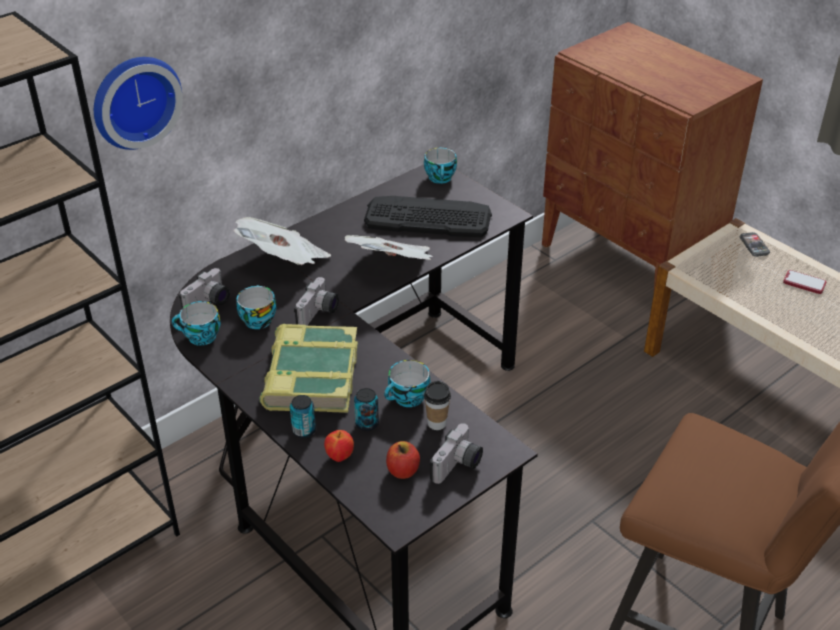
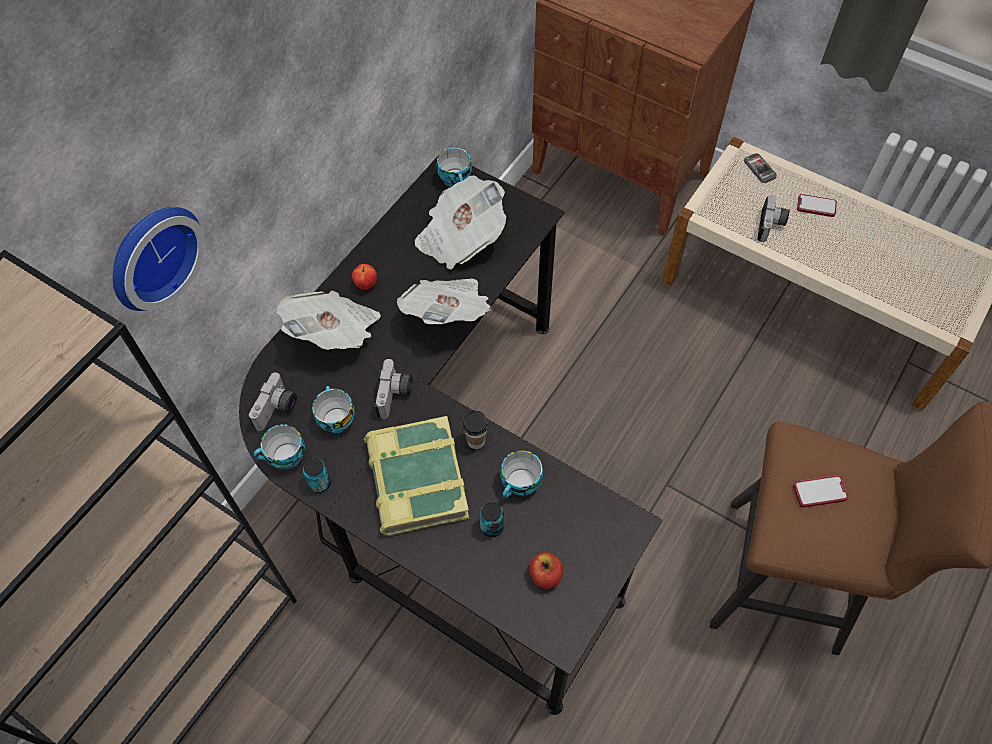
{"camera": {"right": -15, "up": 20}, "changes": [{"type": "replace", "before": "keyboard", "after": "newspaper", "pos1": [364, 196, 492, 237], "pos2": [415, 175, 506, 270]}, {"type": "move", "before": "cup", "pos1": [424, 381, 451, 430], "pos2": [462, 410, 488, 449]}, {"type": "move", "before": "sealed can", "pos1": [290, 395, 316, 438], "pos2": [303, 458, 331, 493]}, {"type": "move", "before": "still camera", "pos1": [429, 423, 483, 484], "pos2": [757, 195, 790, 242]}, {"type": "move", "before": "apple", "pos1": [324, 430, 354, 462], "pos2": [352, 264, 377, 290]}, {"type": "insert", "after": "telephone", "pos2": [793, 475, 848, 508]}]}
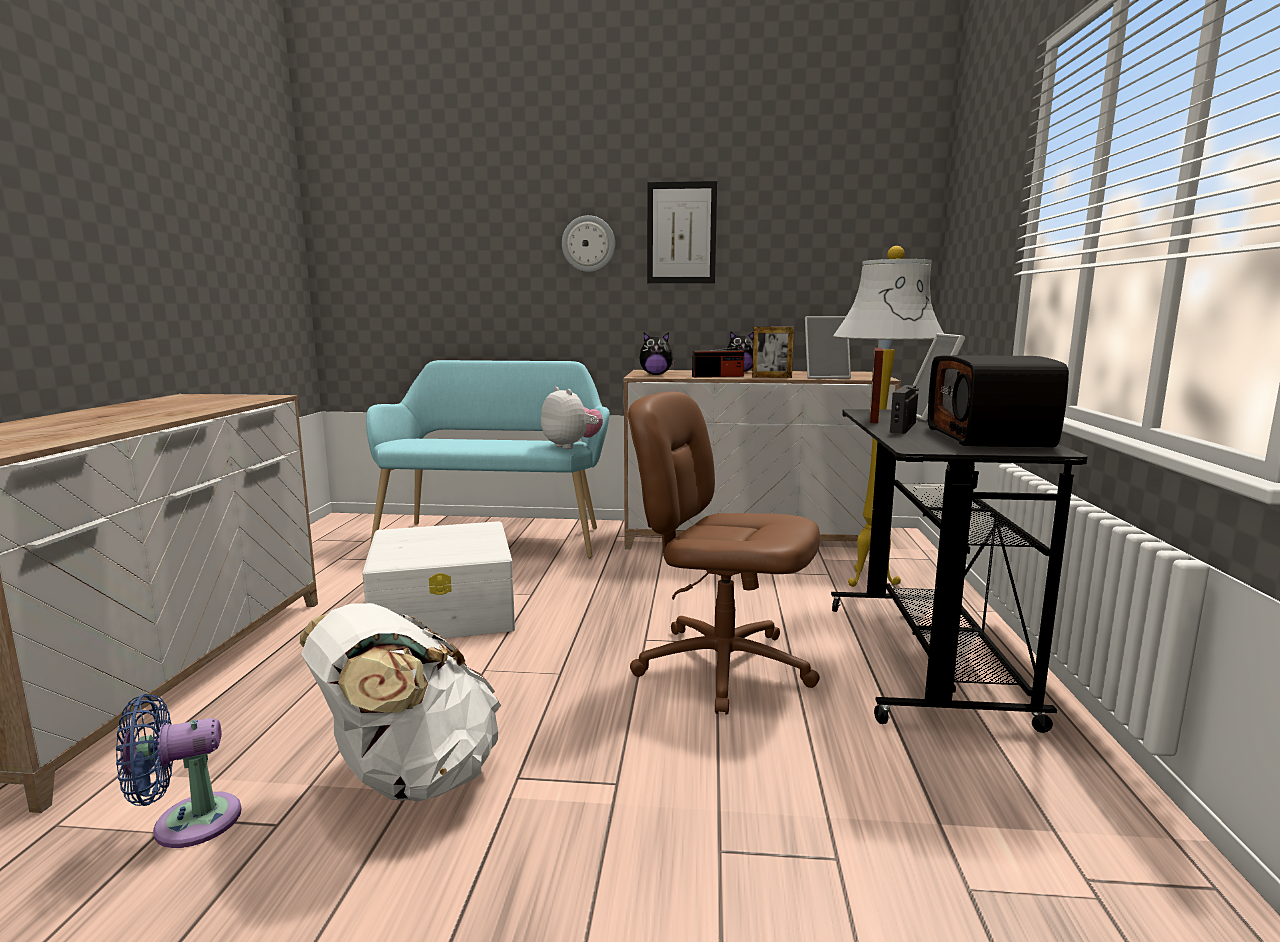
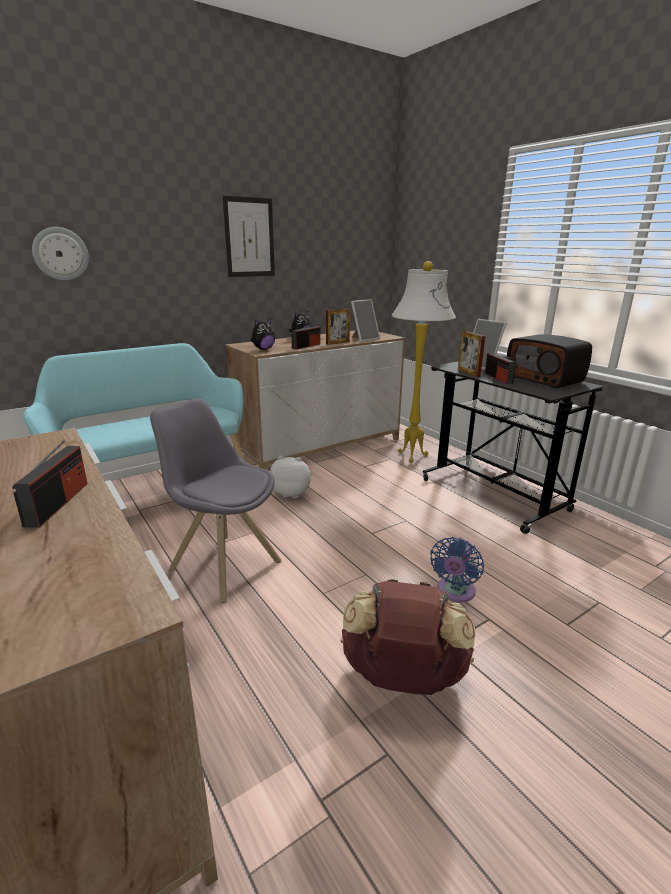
{"camera": {"right": -40, "up": 10}, "changes": [{"type": "move", "before": "wall clock", "pos1": [562, 215, 615, 272], "pos2": [32, 227, 89, 280]}, {"type": "move", "before": "plush toy", "pos1": [541, 387, 603, 449], "pos2": [270, 455, 312, 499]}, {"type": "delete", "before": "brownish desk chair", "pos1": [628, 391, 820, 714]}, {"type": "replace", "before": "white-coloured storage box", "after": "grey chair", "pos1": [362, 521, 515, 639], "pos2": [150, 398, 281, 603]}, {"type": "recolor", "before": "white-coloured backpack", "after": "brownish backpack", "pos1": [300, 603, 501, 802], "pos2": [341, 579, 476, 695]}, {"type": "move", "before": "blue fan", "pos1": [116, 694, 242, 848], "pos2": [430, 537, 484, 602]}, {"type": "insert", "after": "radio", "pos2": [13, 440, 87, 528]}]}
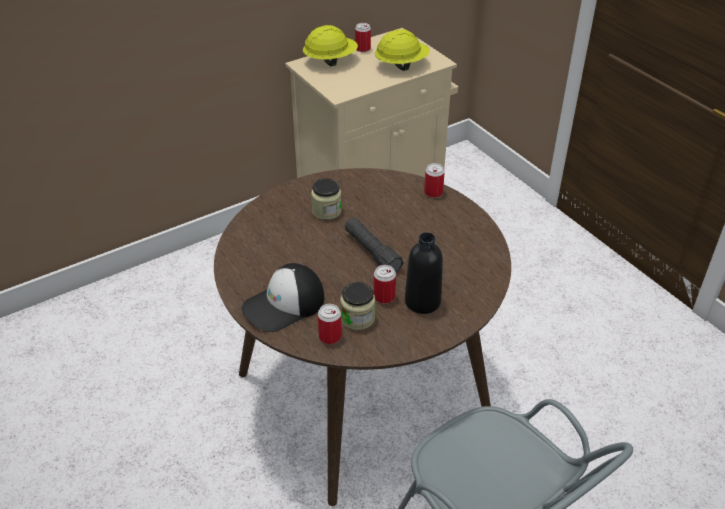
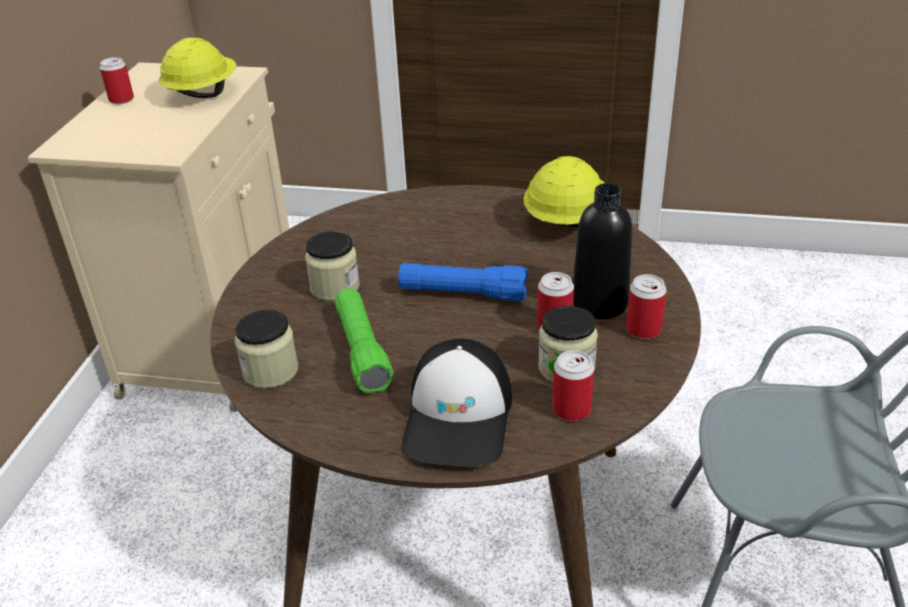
{"camera": {"right": -45, "up": -5}, "changes": [{"type": "move", "before": "yellow-coloured safety helmet", "pos1": [302, 25, 358, 66], "pos2": [523, 156, 605, 227]}, {"type": "move", "before": "sealed can", "pos1": [424, 163, 445, 198], "pos2": [626, 274, 667, 339]}, {"type": "recolor", "before": "blackish torch", "after": "blue torch", "pos1": [345, 218, 403, 273], "pos2": [398, 263, 528, 301]}, {"type": "insert", "after": "greenish torch", "pos2": [335, 289, 394, 393]}, {"type": "insert", "after": "storage jar", "pos2": [235, 309, 298, 389]}]}
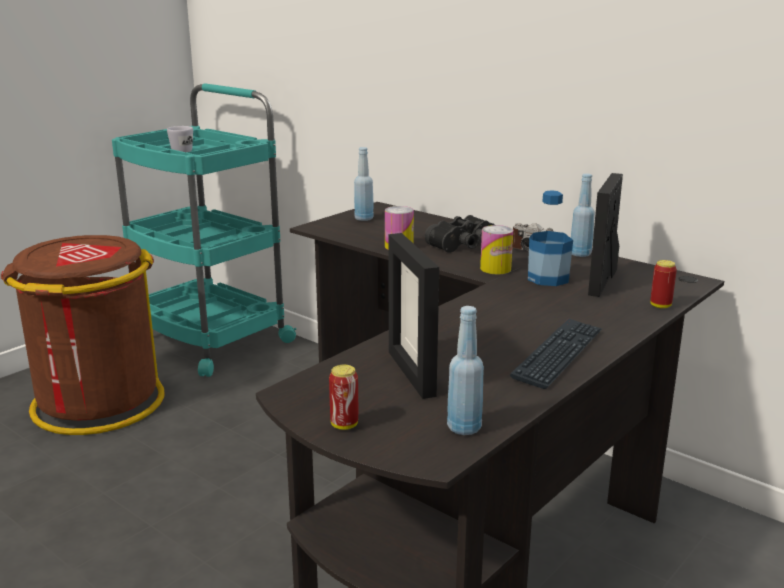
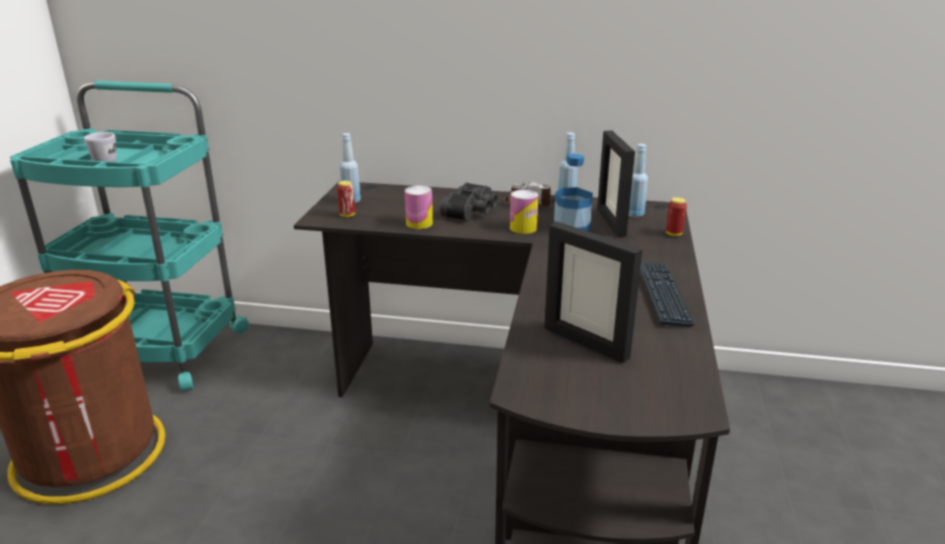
{"camera": {"right": -30, "up": 5}, "changes": [{"type": "move", "before": "blue drink bottle", "pos1": [447, 306, 484, 435], "pos2": [629, 144, 648, 218]}, {"type": "move", "before": "sealed can", "pos1": [329, 365, 358, 430], "pos2": [337, 180, 355, 217]}]}
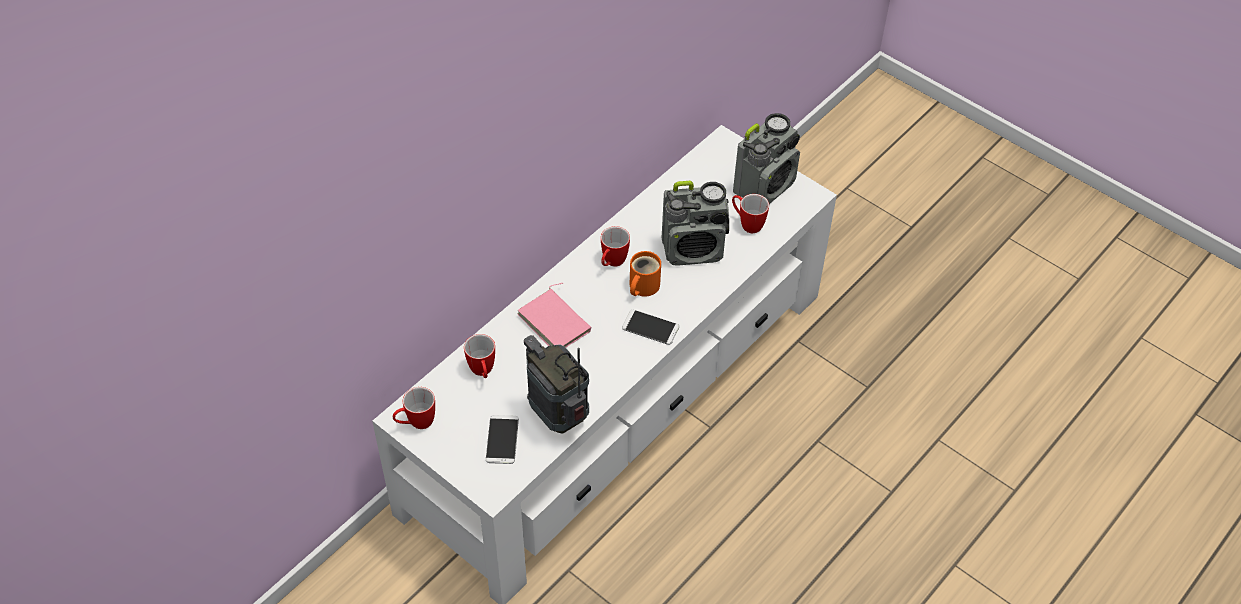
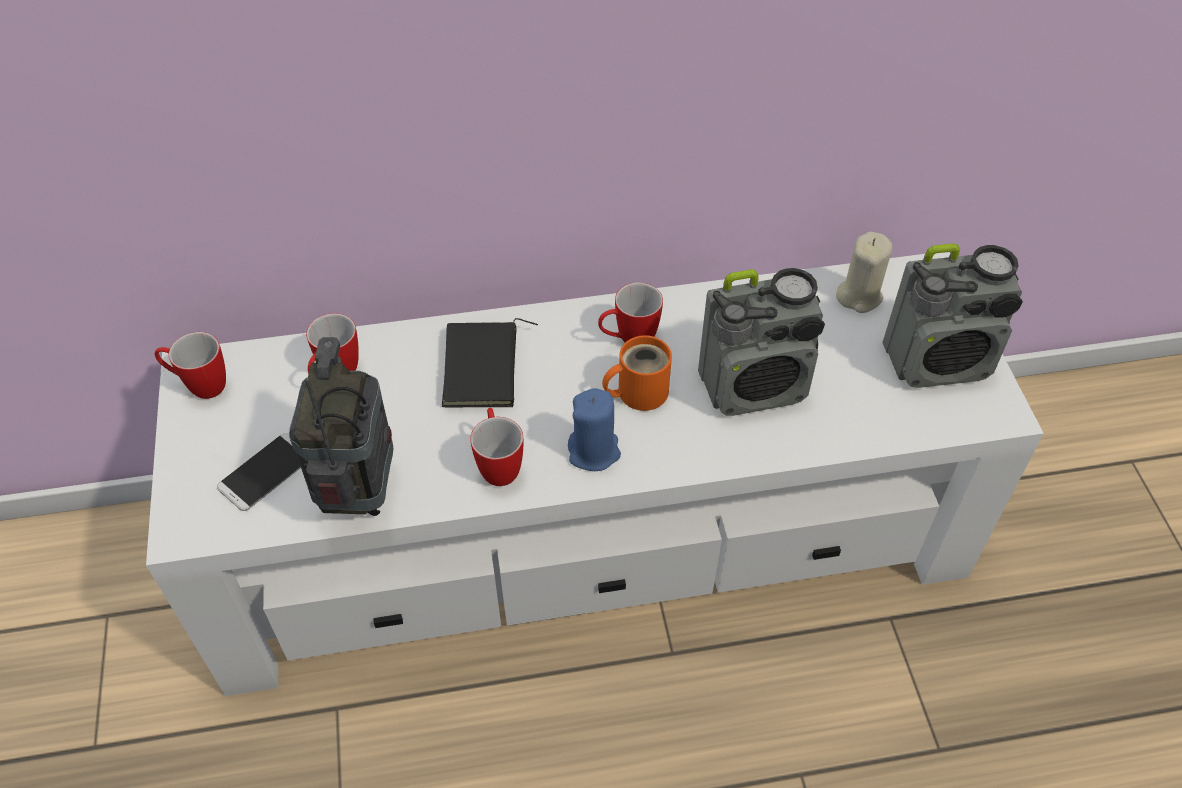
{"camera": {"right": 40, "up": 0}, "changes": [{"type": "rotate", "before": "radio", "pos1": [661, 181, 729, 266], "pos2": [698, 268, 825, 416], "turn": -45}, {"type": "move", "before": "mug", "pos1": [732, 194, 769, 233], "pos2": [470, 408, 524, 486]}, {"type": "recolor", "before": "pink-coloured book", "after": "blackish book", "pos1": [518, 283, 591, 348], "pos2": [442, 318, 538, 408]}, {"type": "replace", "before": "telephone", "after": "blue wax candle", "pos1": [622, 310, 679, 345], "pos2": [568, 388, 621, 471]}, {"type": "insert", "after": "sand-coloured wax candle", "pos2": [836, 231, 893, 313]}]}
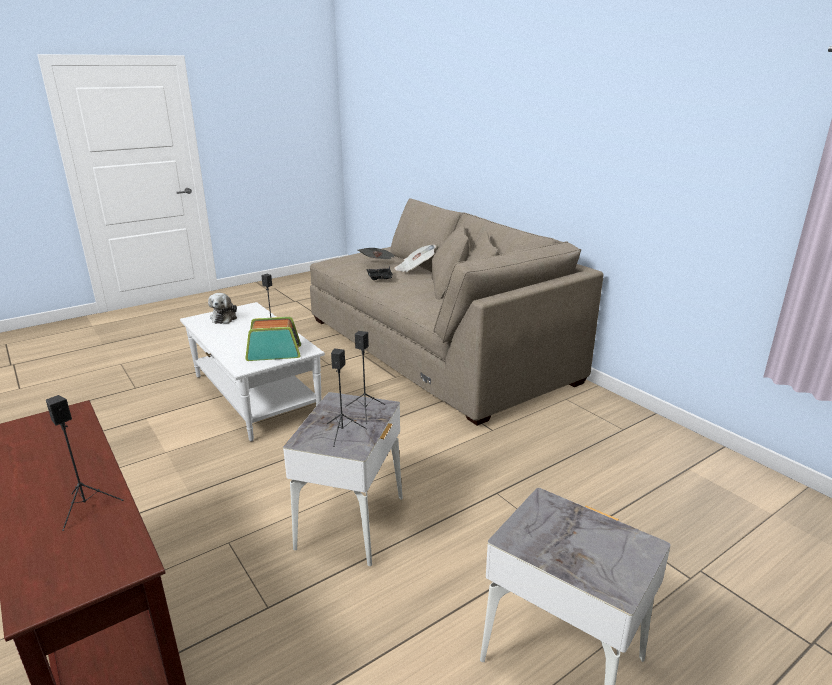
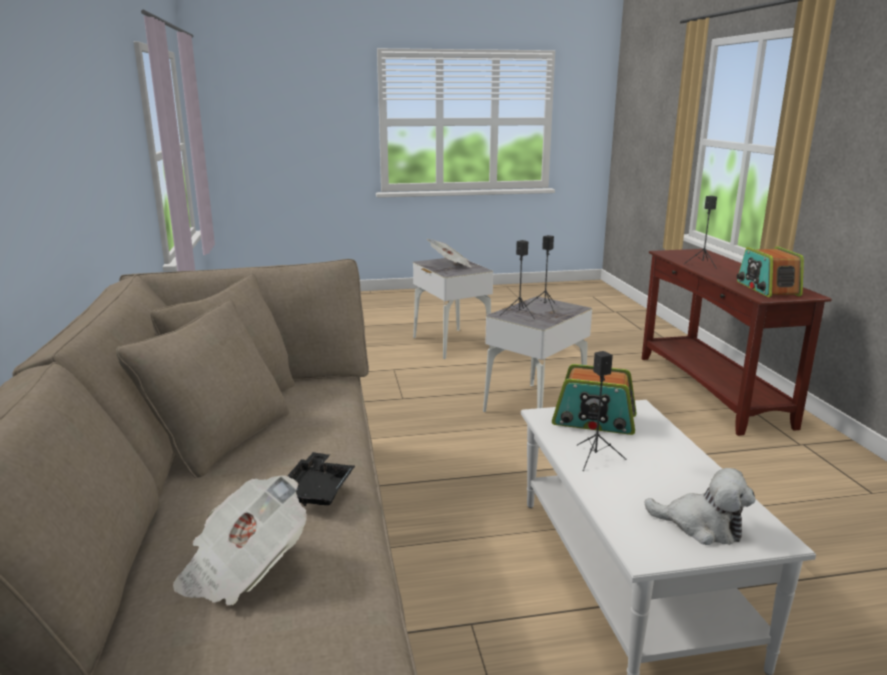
{"camera": {"right": -155, "up": -5}, "changes": [{"type": "move", "before": "newspaper", "pos1": [394, 245, 436, 272], "pos2": [427, 239, 471, 267]}, {"type": "rotate", "before": "plush toy", "pos1": [208, 293, 237, 324], "pos2": [644, 468, 756, 545], "turn": 90}, {"type": "insert", "after": "radio", "pos2": [736, 246, 804, 297]}]}
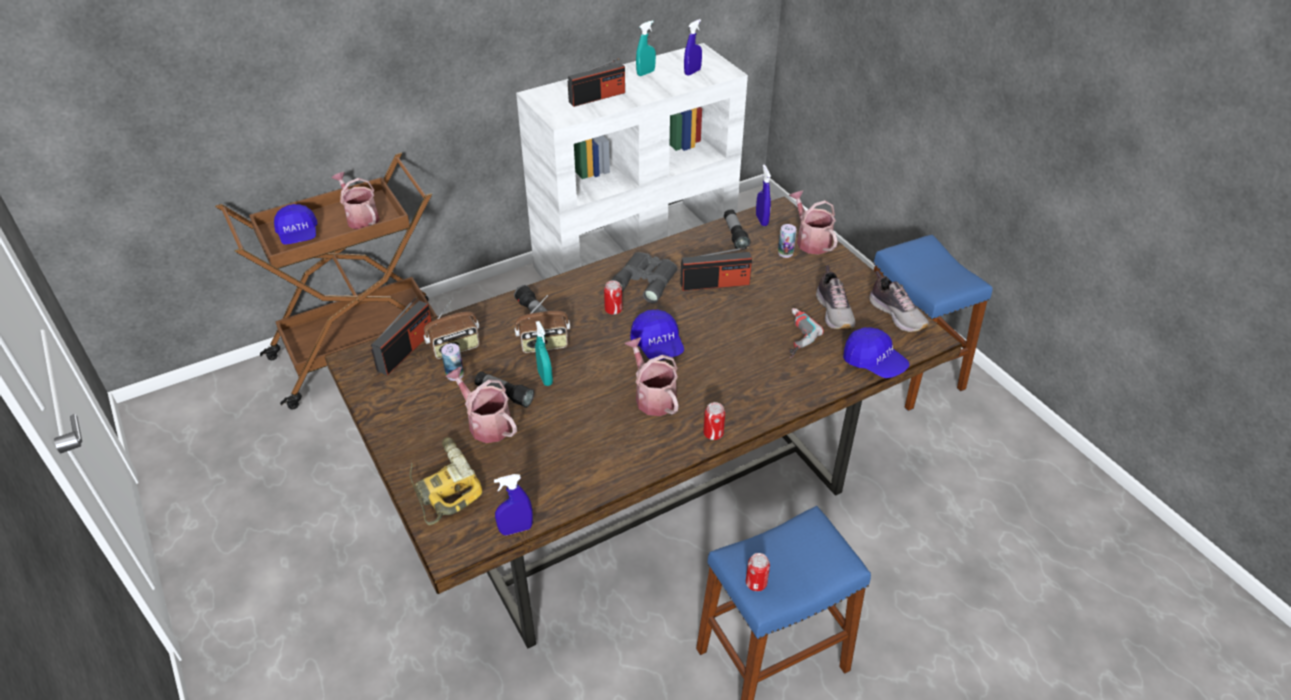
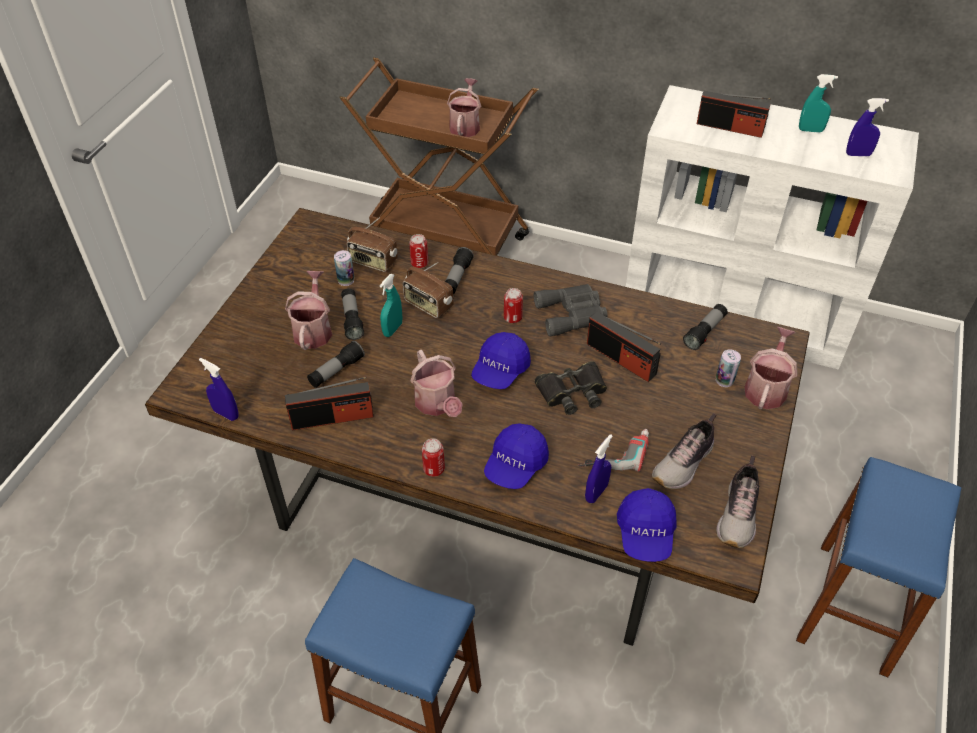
{"camera": {"right": 50, "up": 5}, "changes": [{"type": "move", "before": "blue sprayer", "pos1": [756, 165, 771, 226], "pos2": [585, 434, 613, 503]}, {"type": "move", "before": "blue peaked cap", "pos1": [274, 204, 317, 245], "pos2": [484, 424, 549, 489]}, {"type": "move", "before": "radio", "pos1": [371, 296, 432, 376], "pos2": [285, 377, 373, 430]}, {"type": "rotate", "before": "watering can", "pos1": [625, 337, 678, 416], "pos2": [410, 350, 462, 417], "turn": 135}, {"type": "delete", "before": "drill", "pos1": [410, 437, 482, 525]}, {"type": "move", "before": "sealed can", "pos1": [746, 553, 770, 591], "pos2": [409, 234, 428, 268]}, {"type": "insert", "after": "torch", "pos2": [307, 340, 365, 388]}, {"type": "insert", "after": "blackish field glasses", "pos2": [535, 361, 607, 415]}]}
